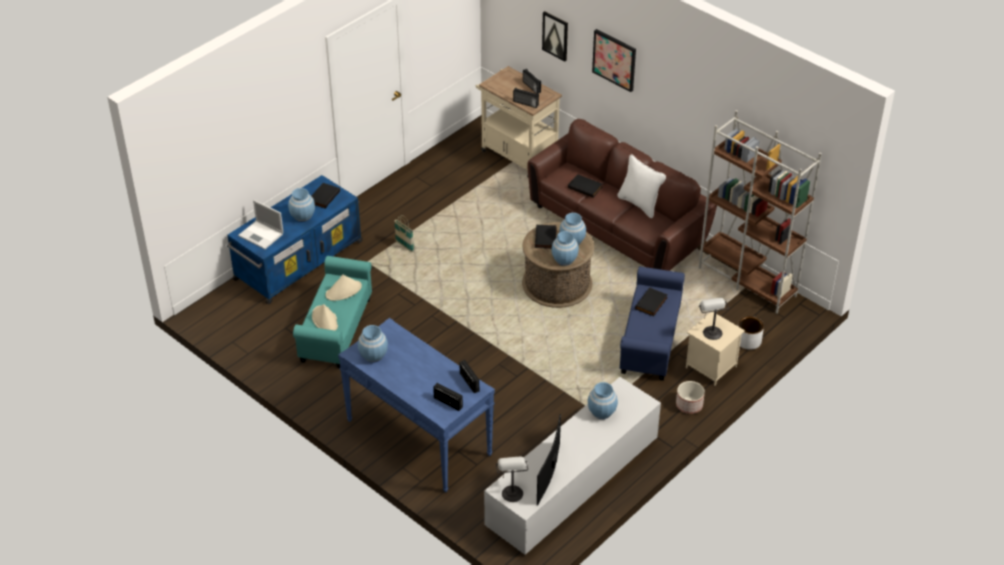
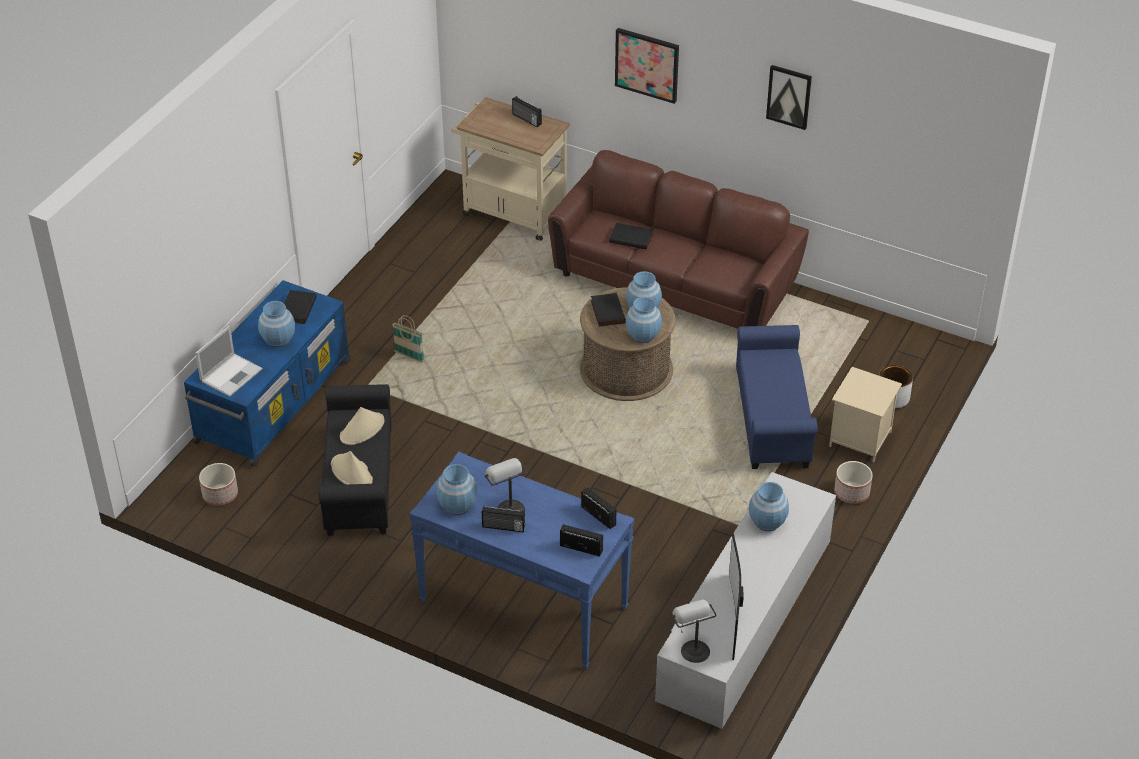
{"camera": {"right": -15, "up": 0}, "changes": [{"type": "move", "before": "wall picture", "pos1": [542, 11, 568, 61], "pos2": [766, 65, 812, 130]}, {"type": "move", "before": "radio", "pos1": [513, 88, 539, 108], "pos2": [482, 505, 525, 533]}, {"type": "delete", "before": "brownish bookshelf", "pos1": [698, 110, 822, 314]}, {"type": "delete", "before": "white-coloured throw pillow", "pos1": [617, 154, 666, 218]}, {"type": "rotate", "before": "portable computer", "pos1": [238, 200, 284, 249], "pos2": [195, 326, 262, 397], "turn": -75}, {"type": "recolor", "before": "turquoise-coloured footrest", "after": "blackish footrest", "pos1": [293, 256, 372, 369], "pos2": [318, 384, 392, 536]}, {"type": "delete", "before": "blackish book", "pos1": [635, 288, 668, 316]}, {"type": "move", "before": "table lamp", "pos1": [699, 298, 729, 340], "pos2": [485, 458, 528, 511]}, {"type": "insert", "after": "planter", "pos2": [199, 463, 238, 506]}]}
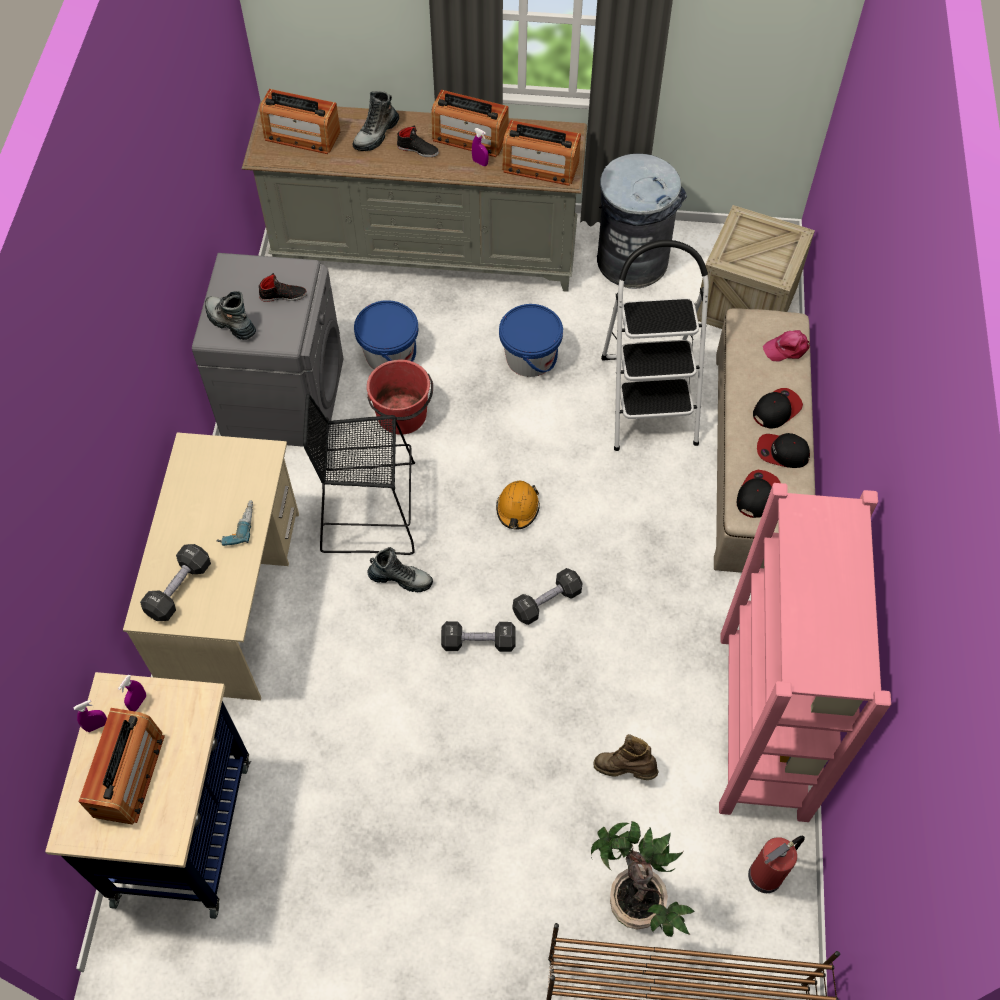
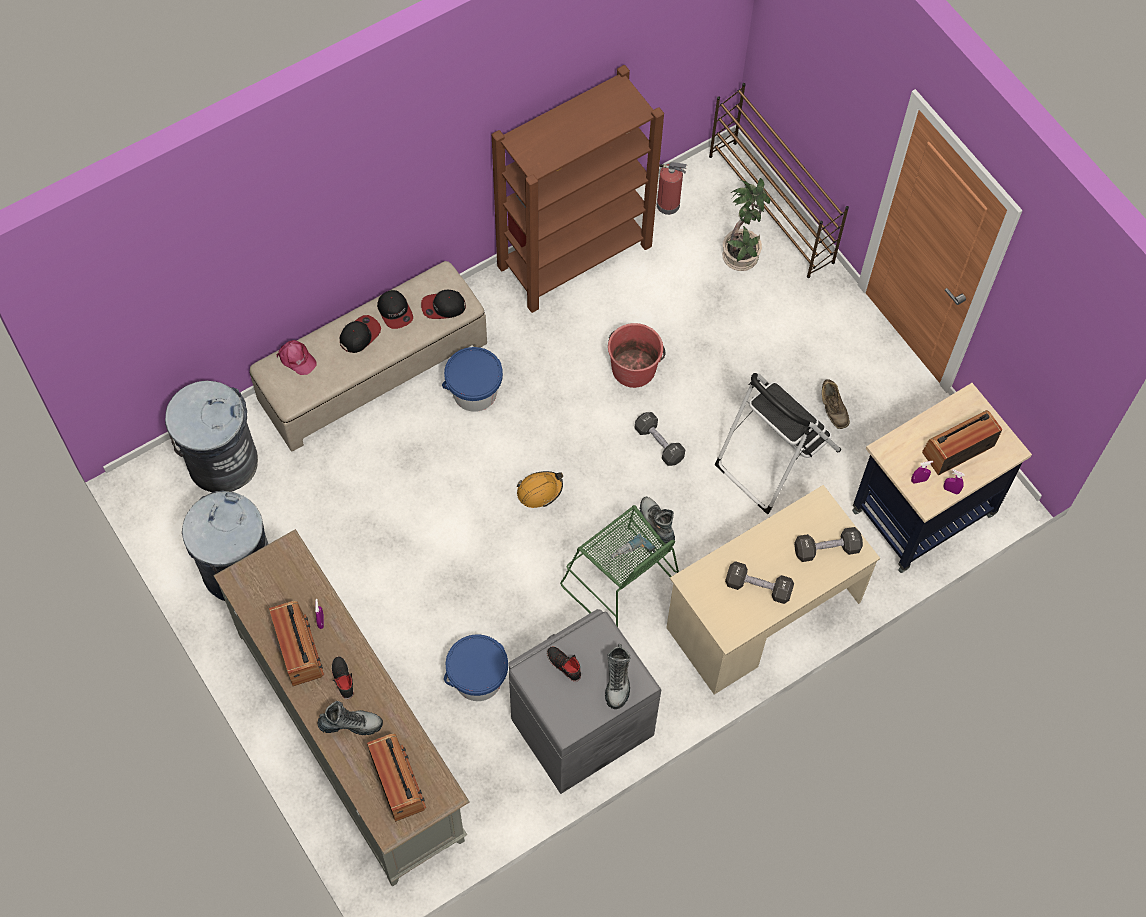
{"camera": {"right": -130, "up": 5}, "changes": [{"type": "delete", "before": "radio", "pos1": [502, 120, 581, 186]}, {"type": "replace", "before": "shipping crate", "after": "grey trash can", "pos1": [697, 205, 815, 329], "pos2": [165, 381, 258, 492]}, {"type": "move", "before": "step stool", "pos1": [601, 240, 709, 451], "pos2": [715, 373, 841, 514]}, {"type": "move", "before": "blue water bucket", "pos1": [499, 304, 563, 377], "pos2": [442, 347, 503, 412]}, {"type": "move", "before": "red water bucket", "pos1": [367, 360, 433, 435], "pos2": [608, 323, 665, 388]}, {"type": "rotate", "before": "peaked cap", "pos1": [753, 388, 803, 429], "pos2": [340, 315, 381, 353], "turn": 120}, {"type": "recolor", "before": "blackish sitting stool", "after": "greenish sitting stool", "pos1": [303, 394, 415, 555], "pos2": [560, 505, 679, 627]}, {"type": "recolor", "before": "pink-coloured bookshelf", "after": "brownish bookshelf", "pos1": [719, 483, 891, 822], "pos2": [492, 65, 664, 313]}, {"type": "move", "before": "drill", "pos1": [217, 500, 253, 546], "pos2": [610, 534, 655, 558]}, {"type": "move", "before": "blackish free weight", "pos1": [512, 568, 583, 625], "pos2": [725, 561, 794, 604]}, {"type": "move", "before": "brownish high-top boot", "pos1": [593, 734, 658, 780], "pos2": [822, 379, 850, 429]}]}
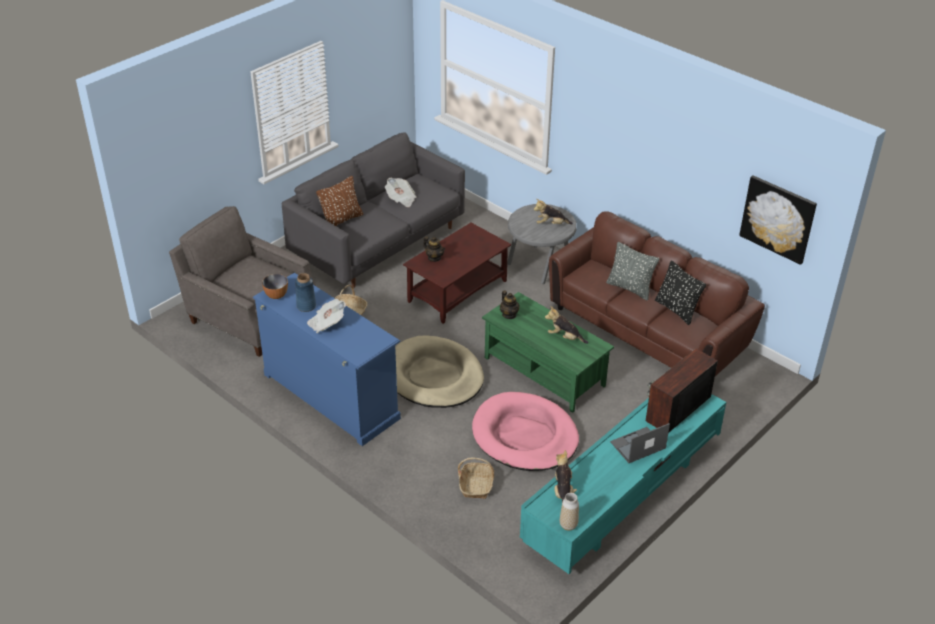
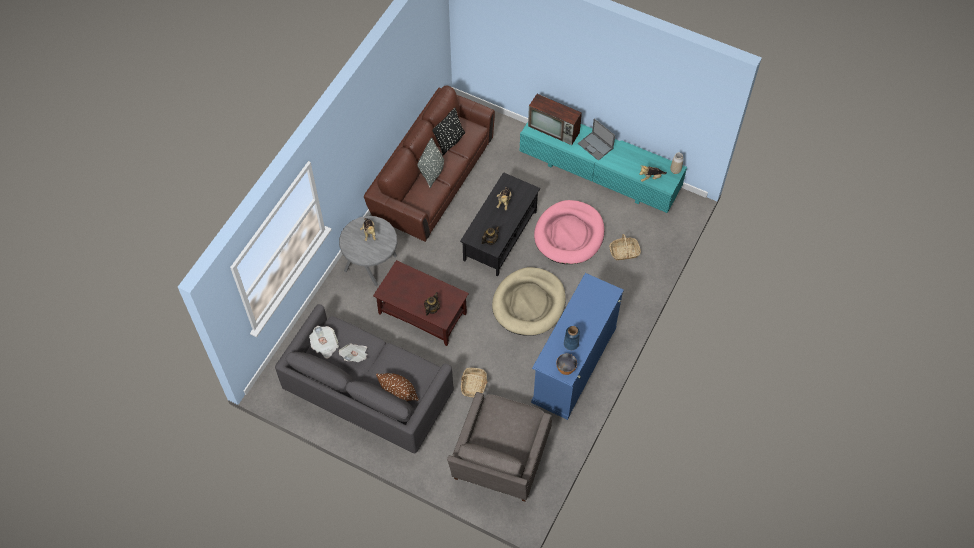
{"camera": {"right": -105, "up": 20}, "changes": [{"type": "delete", "before": "wall picture", "pos1": [739, 176, 817, 265]}, {"type": "recolor", "before": "greenish low table", "after": "blackish low table", "pos1": [482, 292, 614, 413], "pos2": [460, 172, 540, 276]}, {"type": "move", "before": "newspaper", "pos1": [307, 299, 346, 333], "pos2": [309, 326, 339, 359]}]}
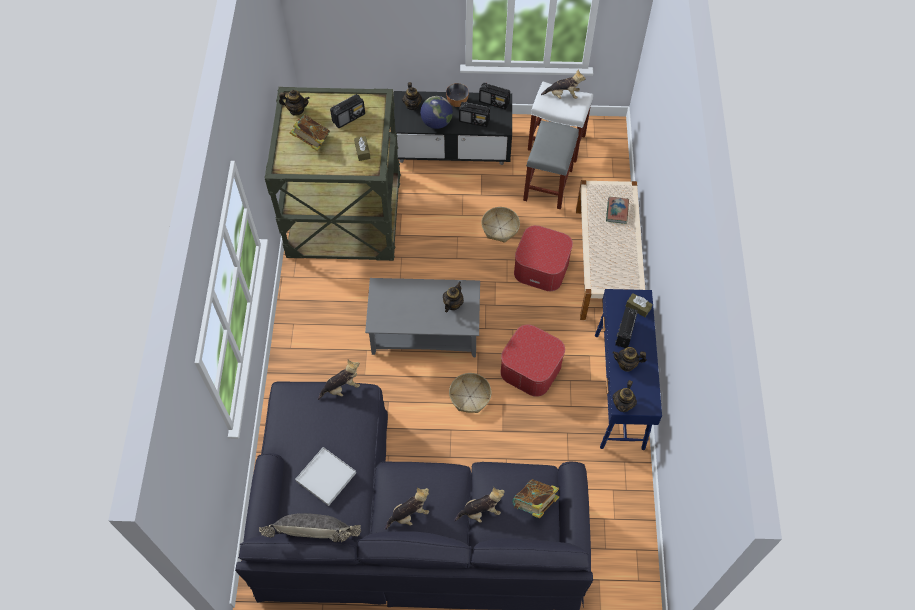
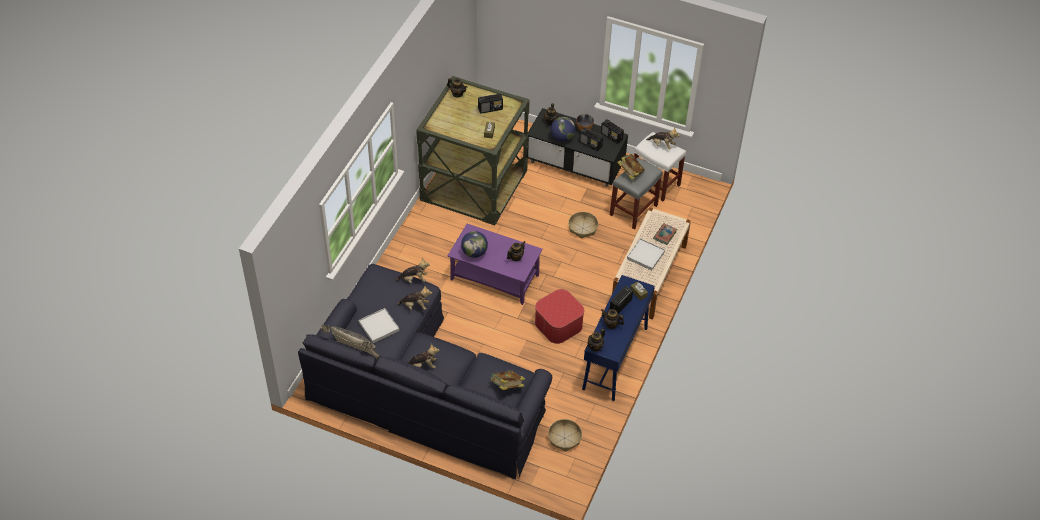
{"camera": {"right": 20, "up": -10}, "changes": [{"type": "move", "before": "book", "pos1": [290, 114, 330, 151], "pos2": [617, 154, 645, 180]}, {"type": "delete", "before": "footrest", "pos1": [514, 225, 573, 291]}, {"type": "recolor", "before": "grey low table", "after": "purple low table", "pos1": [365, 278, 480, 357], "pos2": [448, 224, 543, 305]}, {"type": "move", "before": "household basket", "pos1": [449, 373, 491, 413], "pos2": [548, 419, 582, 452]}, {"type": "move", "before": "plush toy", "pos1": [454, 487, 505, 523], "pos2": [396, 286, 432, 310]}, {"type": "insert", "after": "desk globe", "pos2": [461, 231, 488, 258]}, {"type": "insert", "after": "white-coloured carrying tray", "pos2": [627, 238, 665, 271]}]}
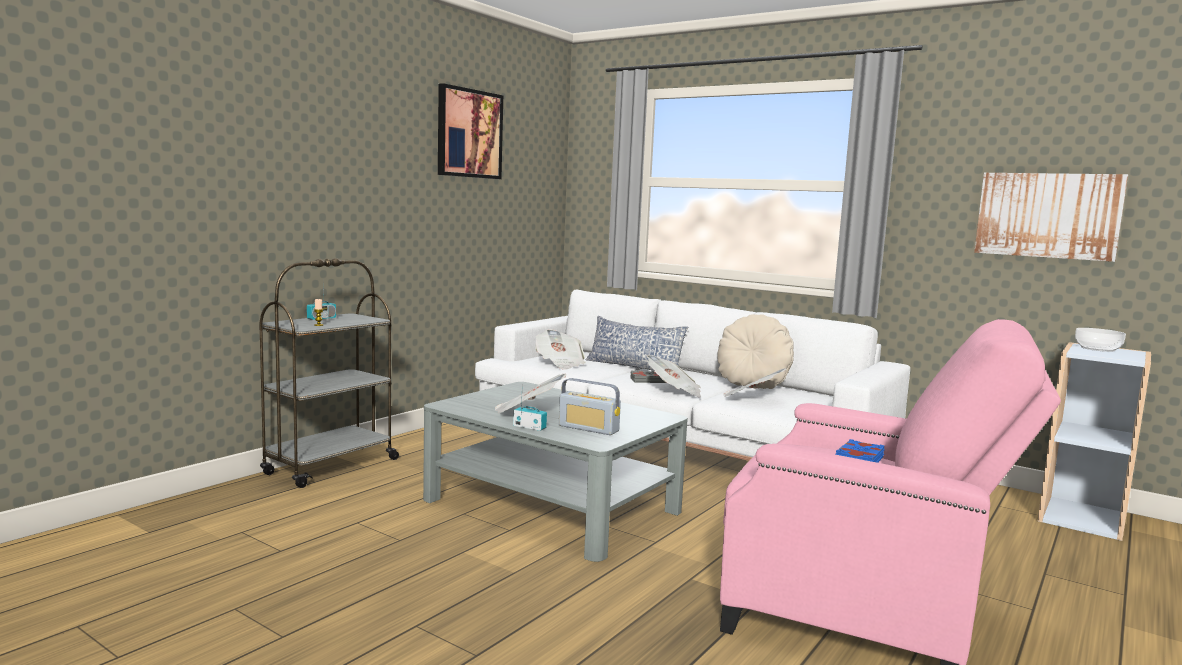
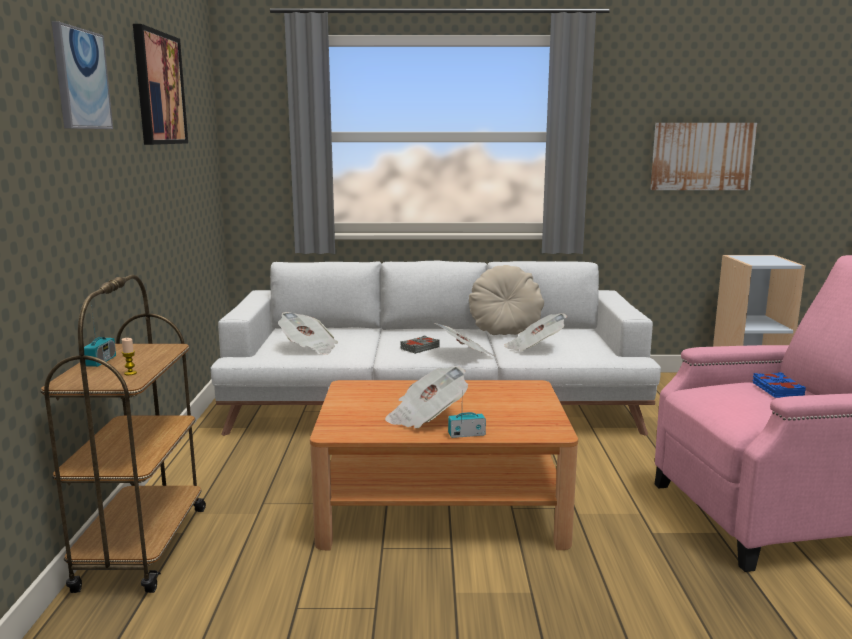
{"camera": {"right": -35, "up": 5}, "changes": [{"type": "recolor", "before": "grey trolley", "after": "brownish trolley", "pos1": [260, 258, 399, 488], "pos2": [40, 275, 206, 593]}, {"type": "delete", "before": "throw pillow", "pos1": [586, 316, 688, 371]}, {"type": "delete", "before": "deep dish", "pos1": [1075, 328, 1126, 352]}, {"type": "delete", "before": "radio", "pos1": [559, 378, 621, 435]}, {"type": "recolor", "before": "grey low table", "after": "brownish low table", "pos1": [423, 382, 688, 562], "pos2": [310, 380, 578, 550]}, {"type": "insert", "after": "wall picture", "pos2": [52, 21, 113, 129]}]}
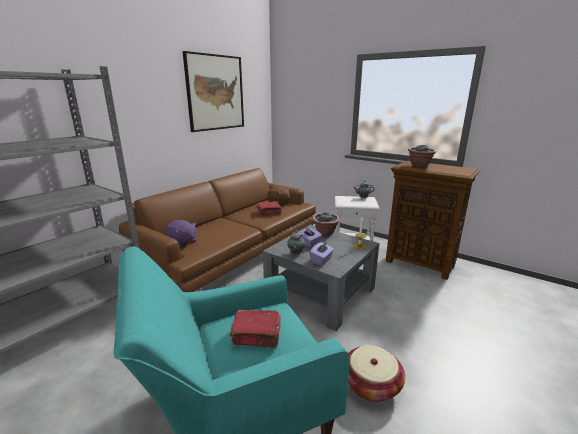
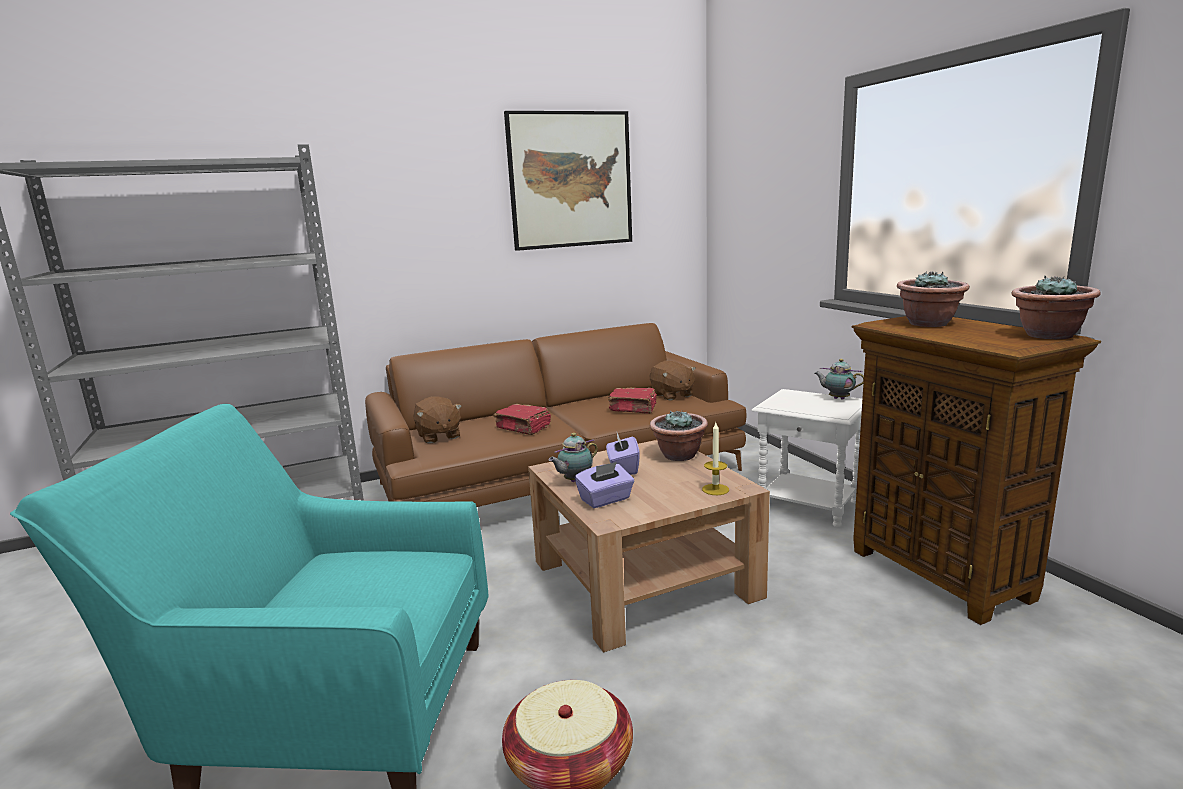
{"camera": {"right": 30, "up": -5}, "changes": [{"type": "recolor", "before": "purple plush toy", "after": "brownish plush toy", "pos1": [165, 220, 197, 247], "pos2": [414, 396, 462, 444]}, {"type": "recolor", "before": "grey low table", "after": "brownish low table", "pos1": [263, 224, 379, 331], "pos2": [528, 440, 770, 653]}, {"type": "move", "before": "red book", "pos1": [230, 310, 281, 348], "pos2": [493, 404, 551, 435]}, {"type": "insert", "after": "houseplant", "pos2": [1011, 276, 1101, 339]}]}
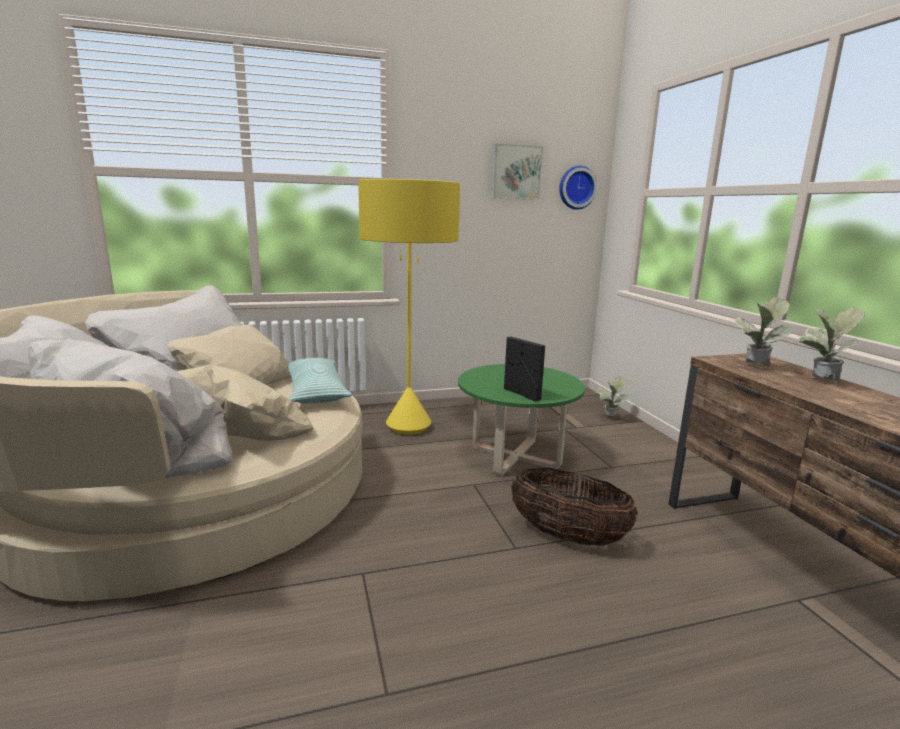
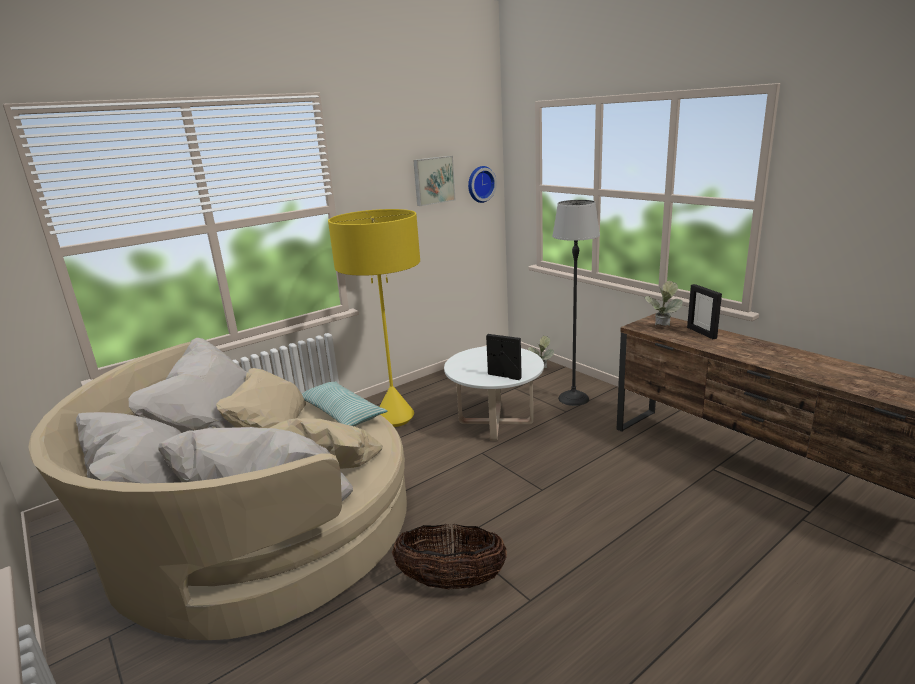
{"camera": {"right": -20, "up": 5}, "changes": [{"type": "replace", "before": "houseplant", "after": "standing frame", "pos1": [798, 308, 865, 383], "pos2": [687, 284, 722, 339]}, {"type": "recolor", "before": "greenish low table", "after": "white-coloured low table", "pos1": [458, 364, 585, 476], "pos2": [444, 346, 544, 441]}, {"type": "move", "before": "household basket", "pos1": [511, 468, 638, 546], "pos2": [392, 524, 507, 590]}, {"type": "insert", "after": "standard lamp", "pos2": [552, 200, 600, 406]}]}
